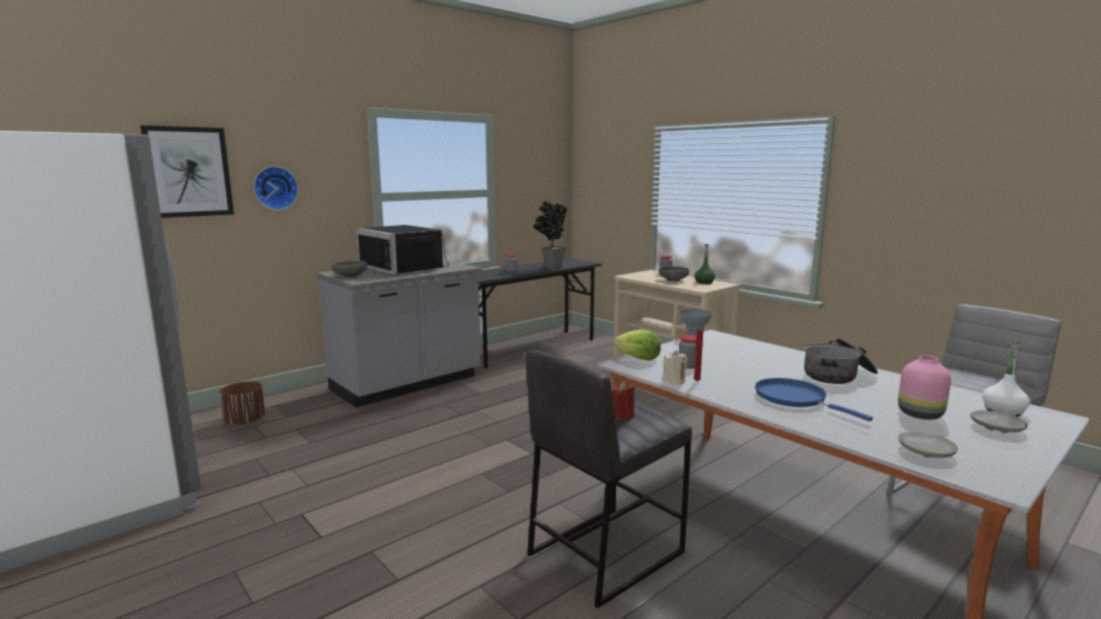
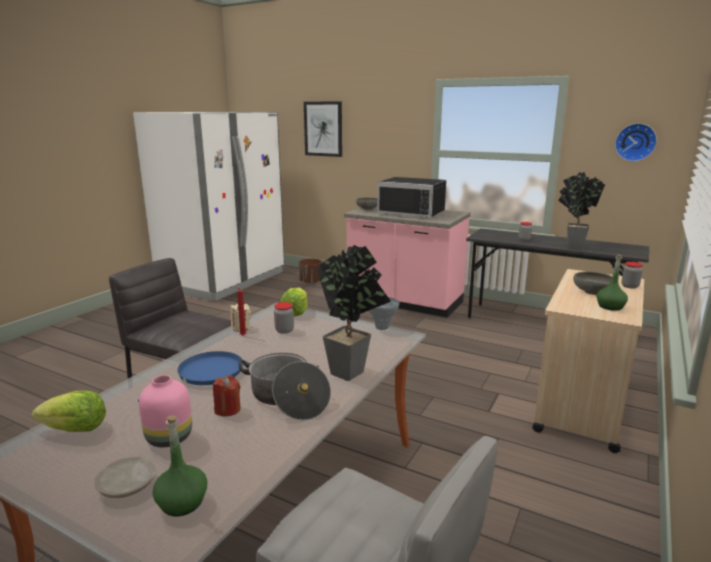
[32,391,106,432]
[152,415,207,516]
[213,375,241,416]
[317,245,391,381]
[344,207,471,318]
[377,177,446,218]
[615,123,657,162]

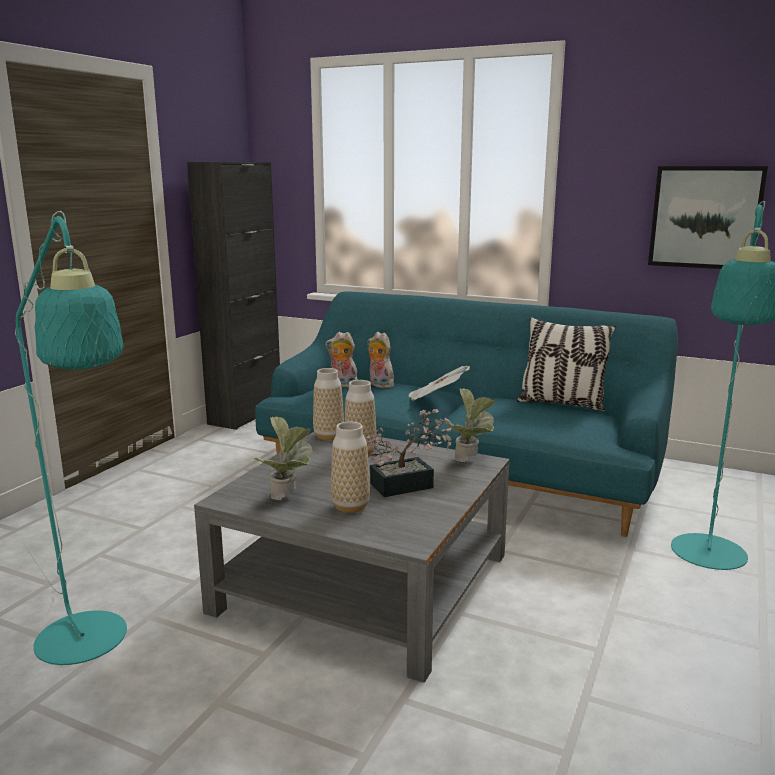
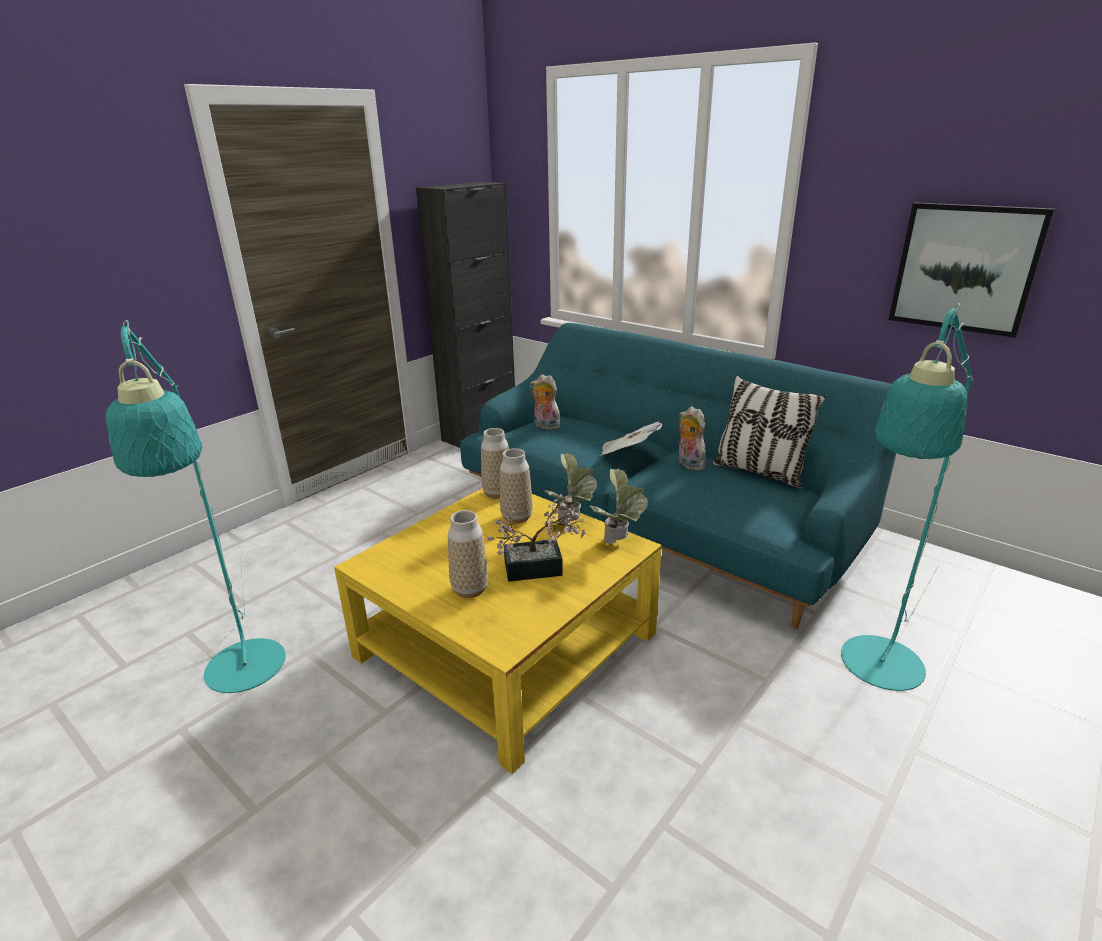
[334,488,662,774]
[544,453,597,526]
[678,406,706,471]

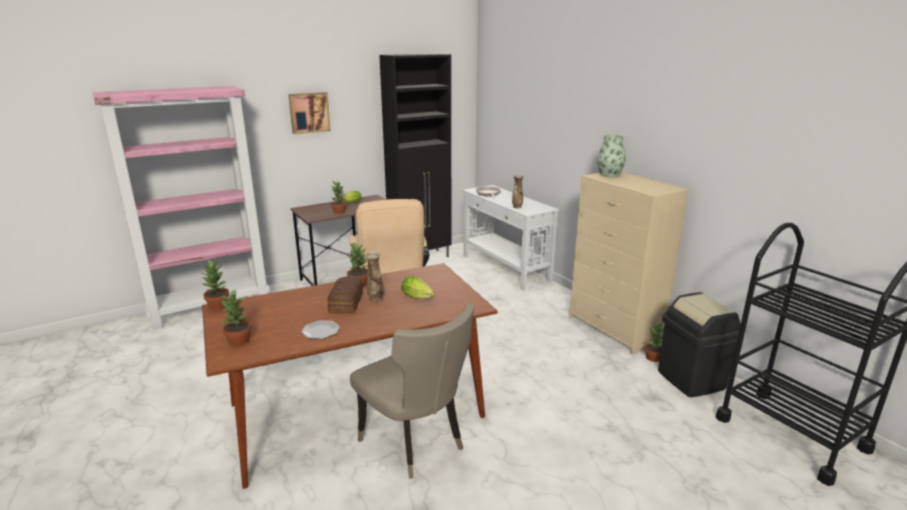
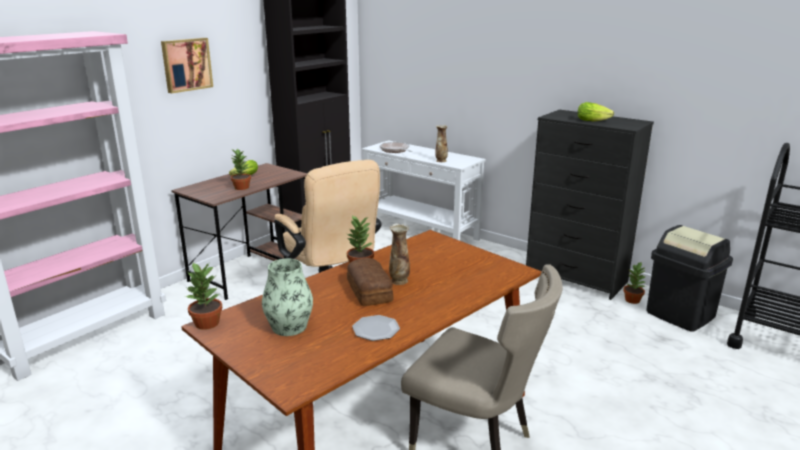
[262,258,313,336]
[526,110,654,300]
[578,102,614,121]
[221,290,252,346] (first image)

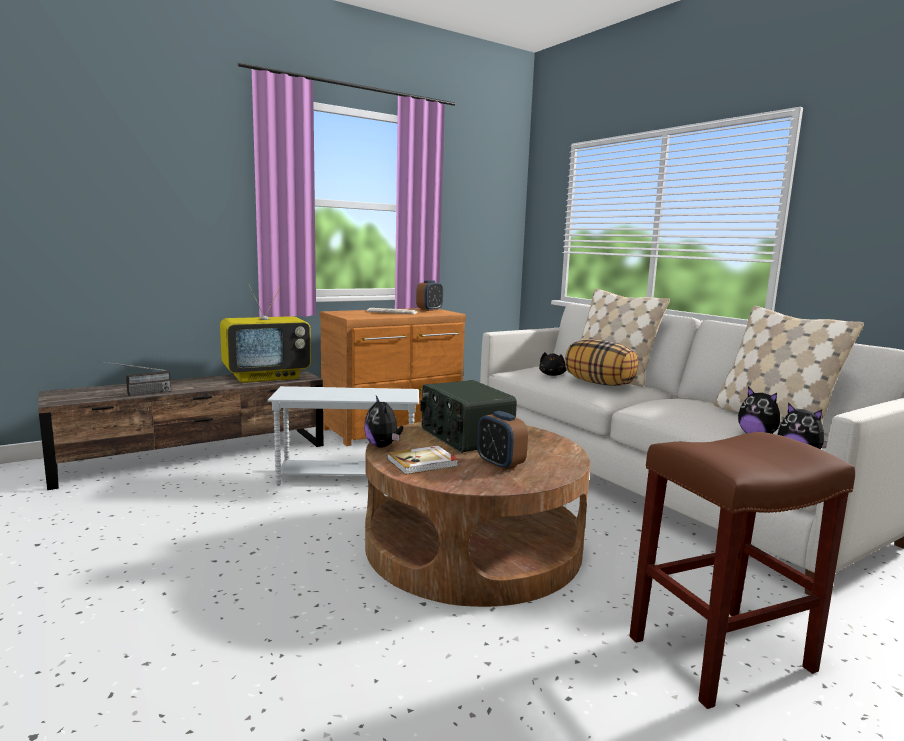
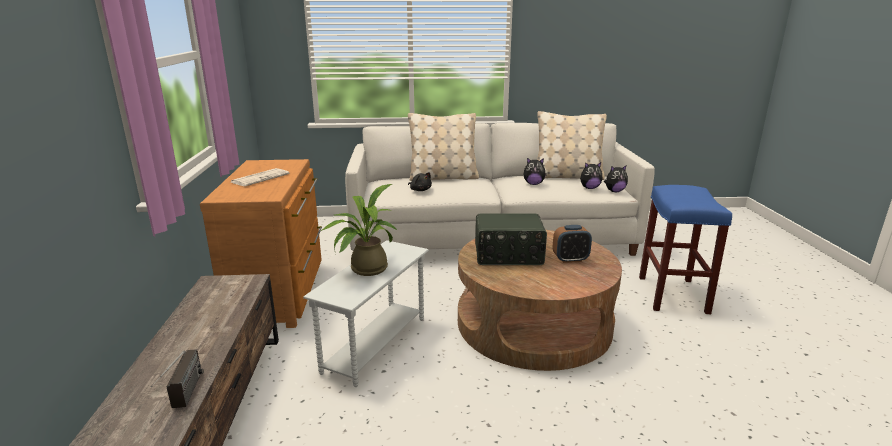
[320,184,398,276]
[523,158,547,185]
[639,185,732,314]
[220,284,311,383] (first image)
[387,446,458,475] (first image)
[416,280,443,311] (first image)
[565,339,638,386] (first image)

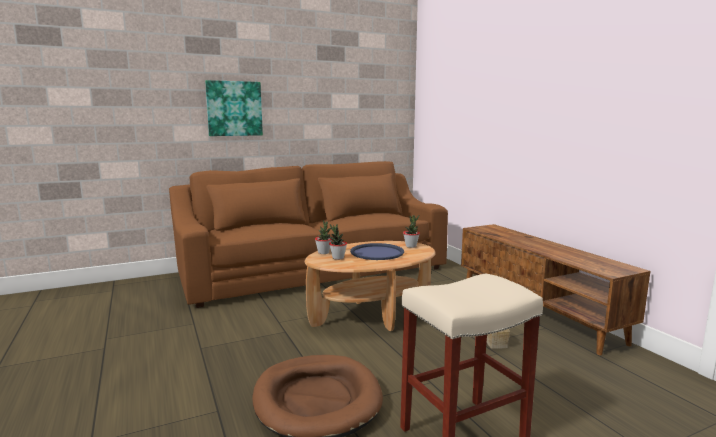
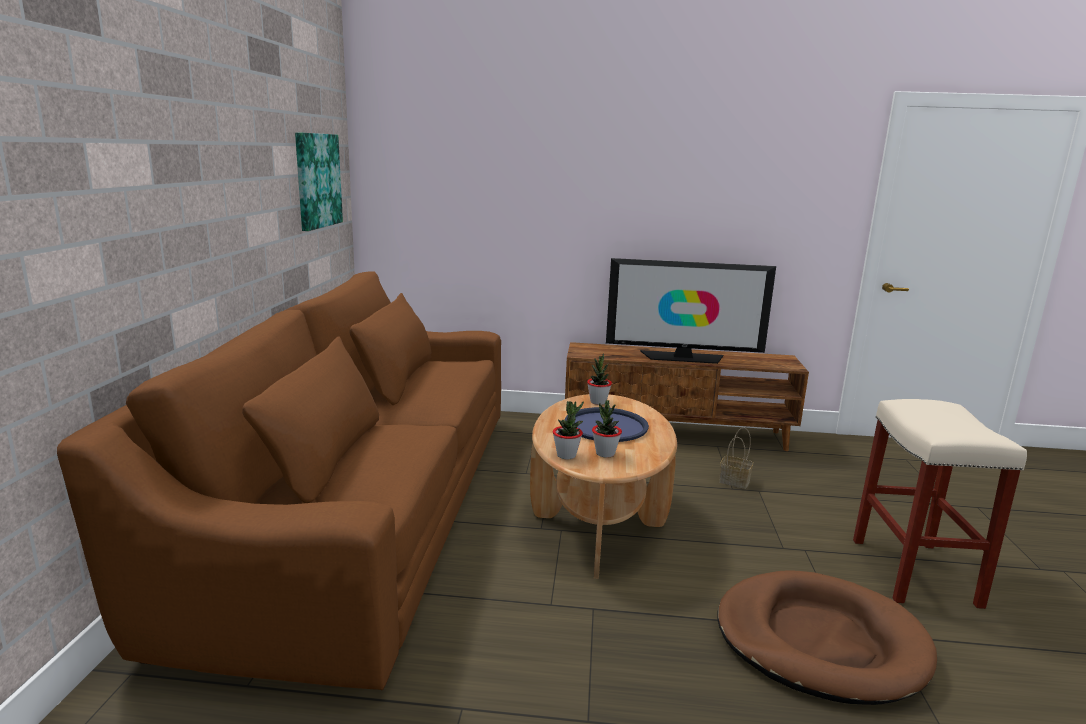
[295,132,343,231]
[606,258,776,364]

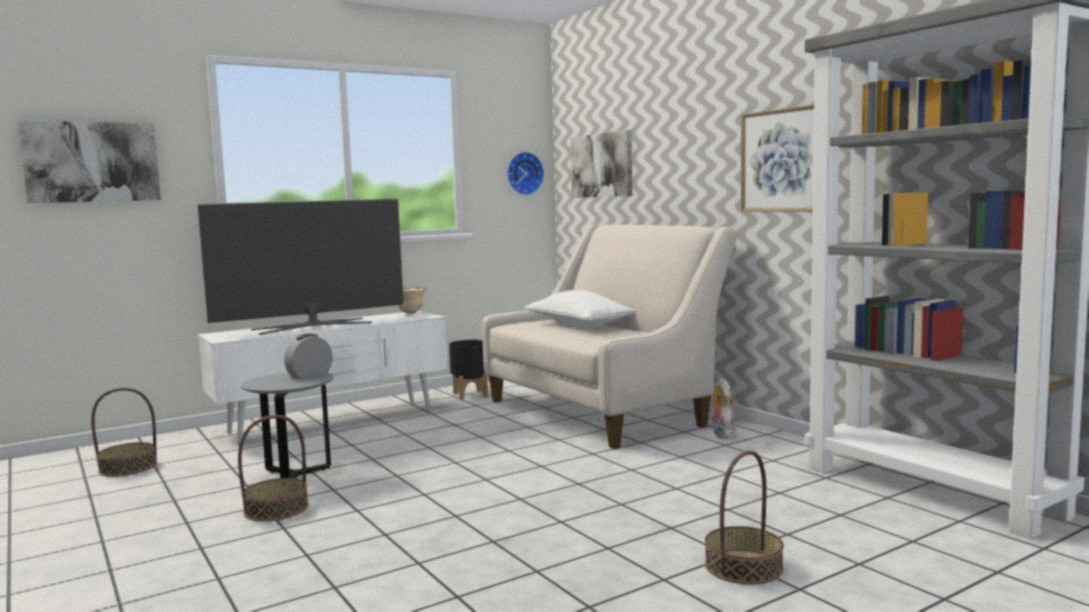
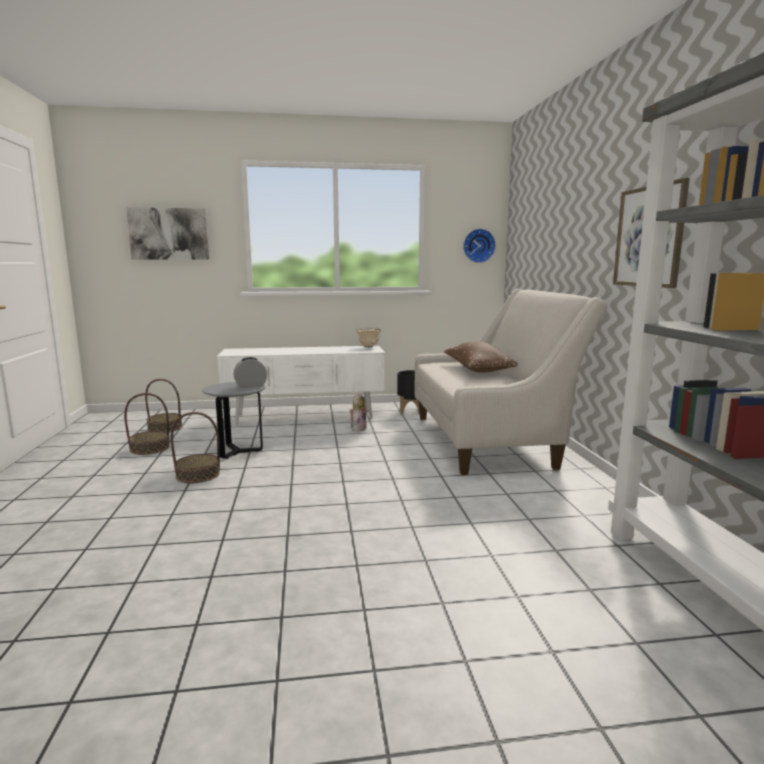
[124,393,169,455]
[350,392,367,432]
[444,341,518,373]
[198,199,404,335] (first image)
[571,130,632,198] (first image)

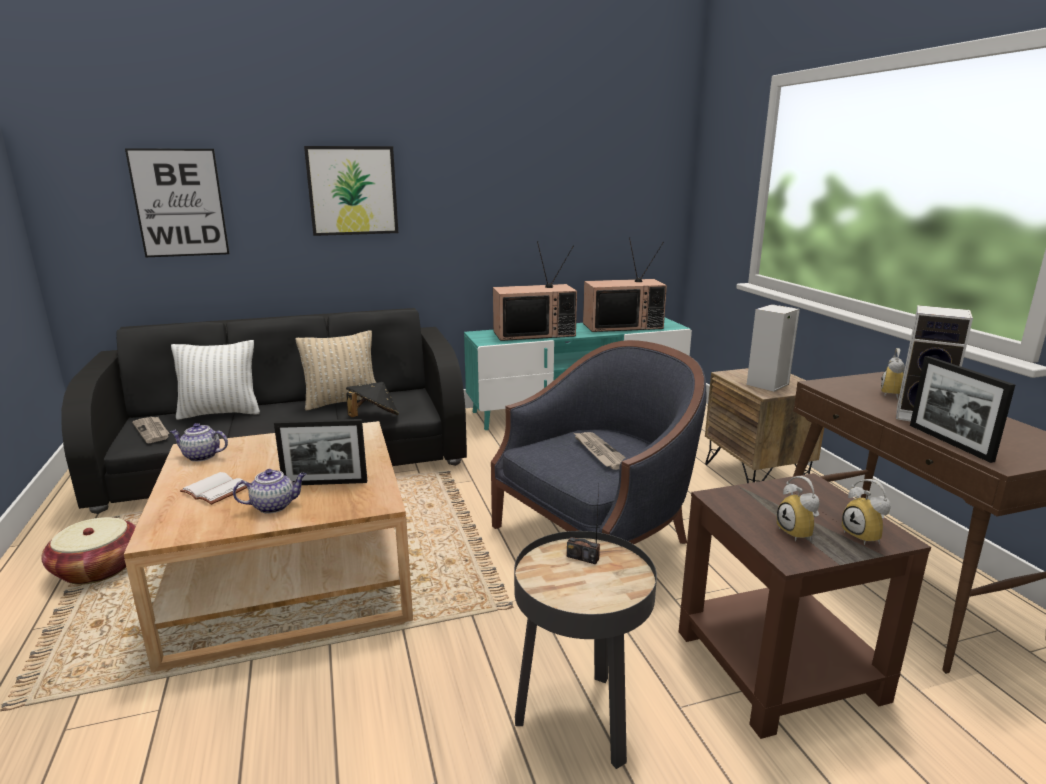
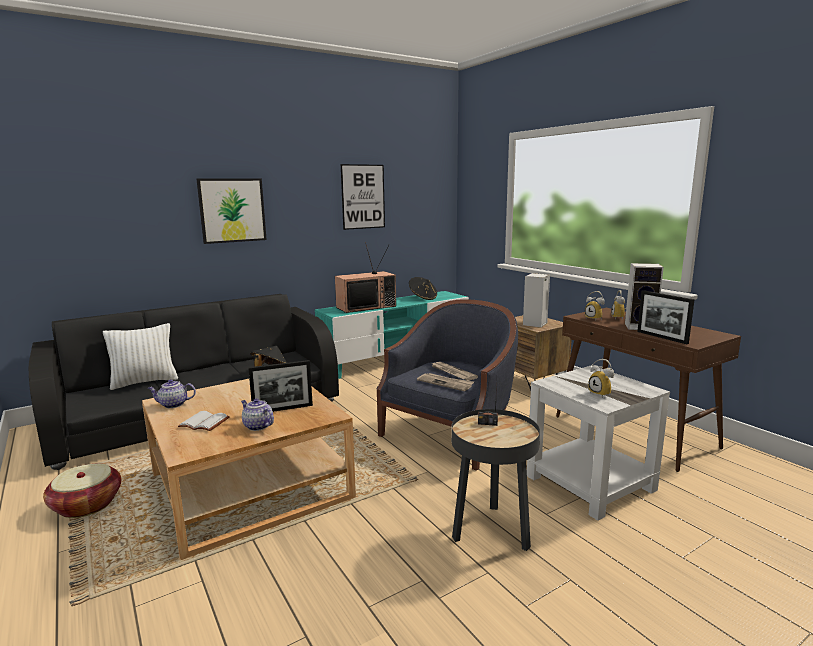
[241,399,274,431]
[341,164,385,230]
[409,277,437,300]
[417,373,474,391]
[527,365,670,521]
[585,291,605,320]
[296,330,376,411] (first image)

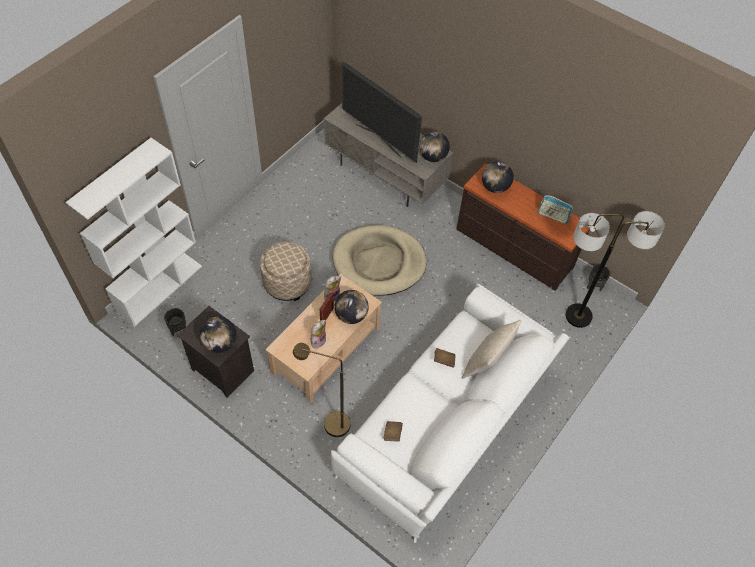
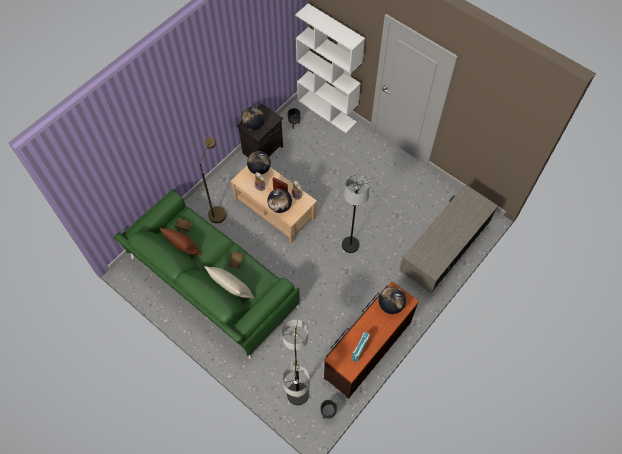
[114,189,300,359]
[160,228,202,256]
[247,151,271,174]
[342,174,369,253]
[260,242,312,301] (first image)
[342,61,422,163] (first image)

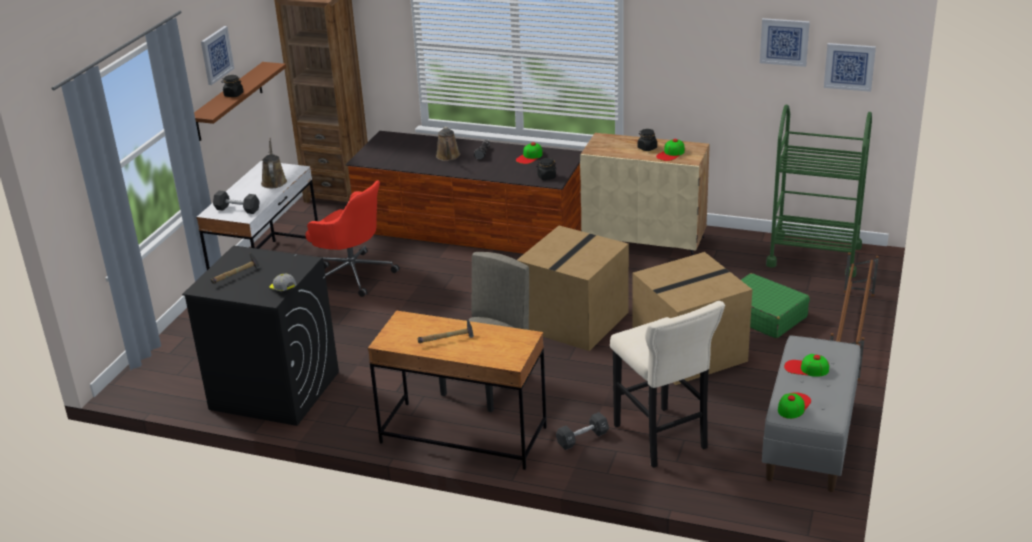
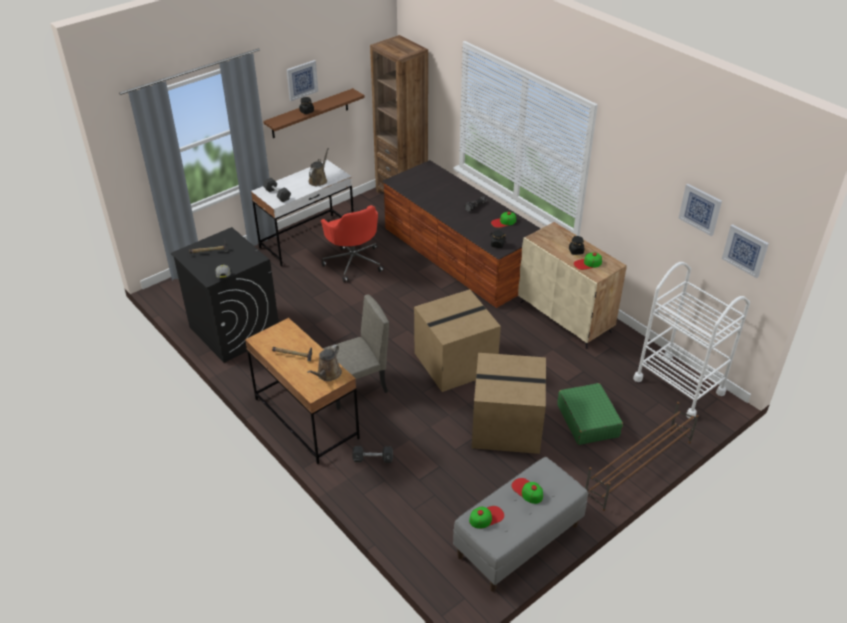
[307,344,342,381]
[633,262,750,419]
[610,301,725,468] (first image)

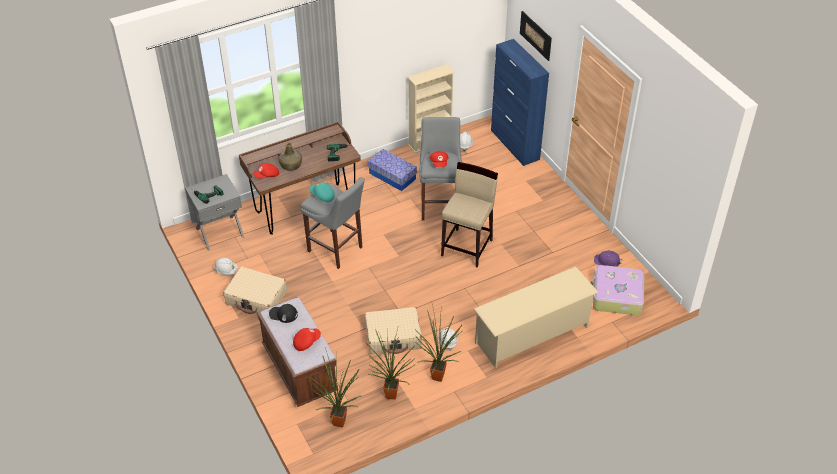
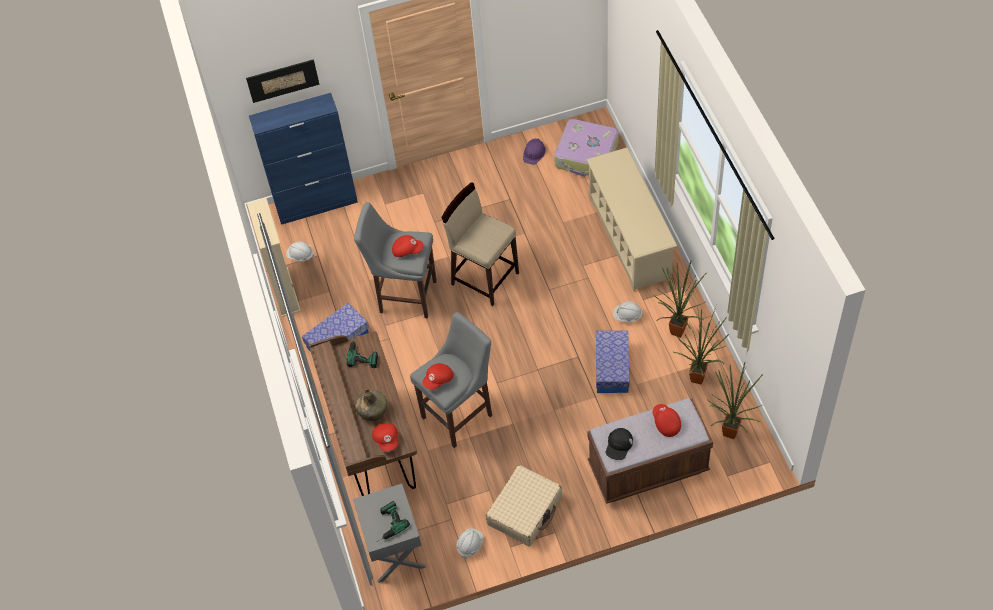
[422,363,454,390]
[596,331,629,393]

